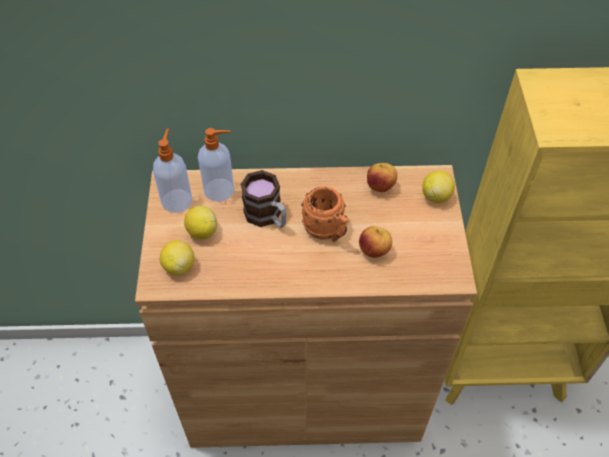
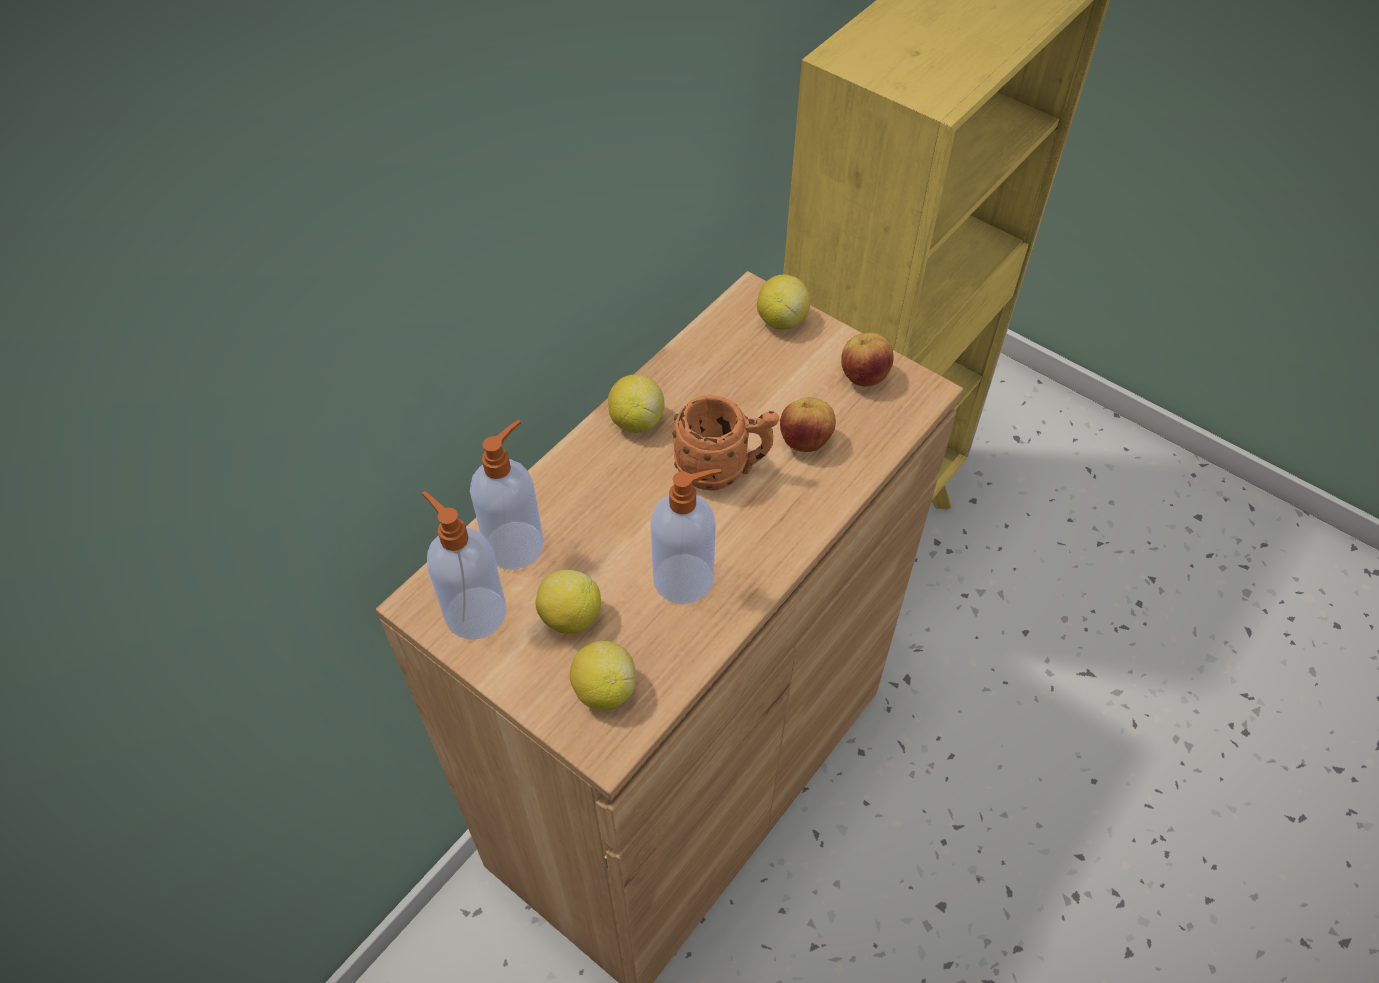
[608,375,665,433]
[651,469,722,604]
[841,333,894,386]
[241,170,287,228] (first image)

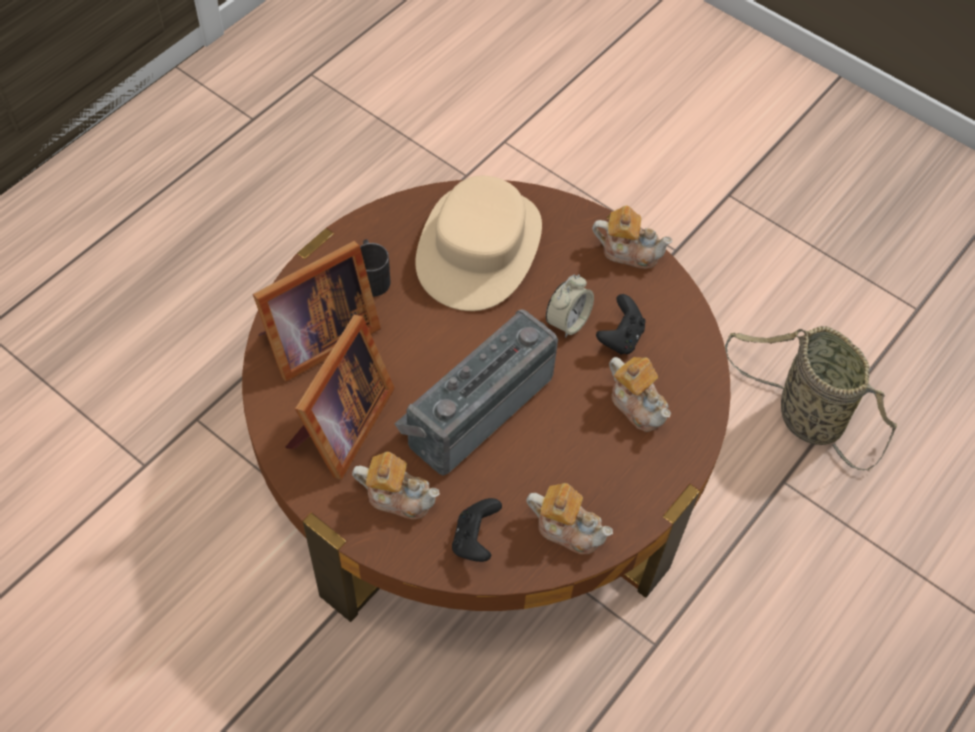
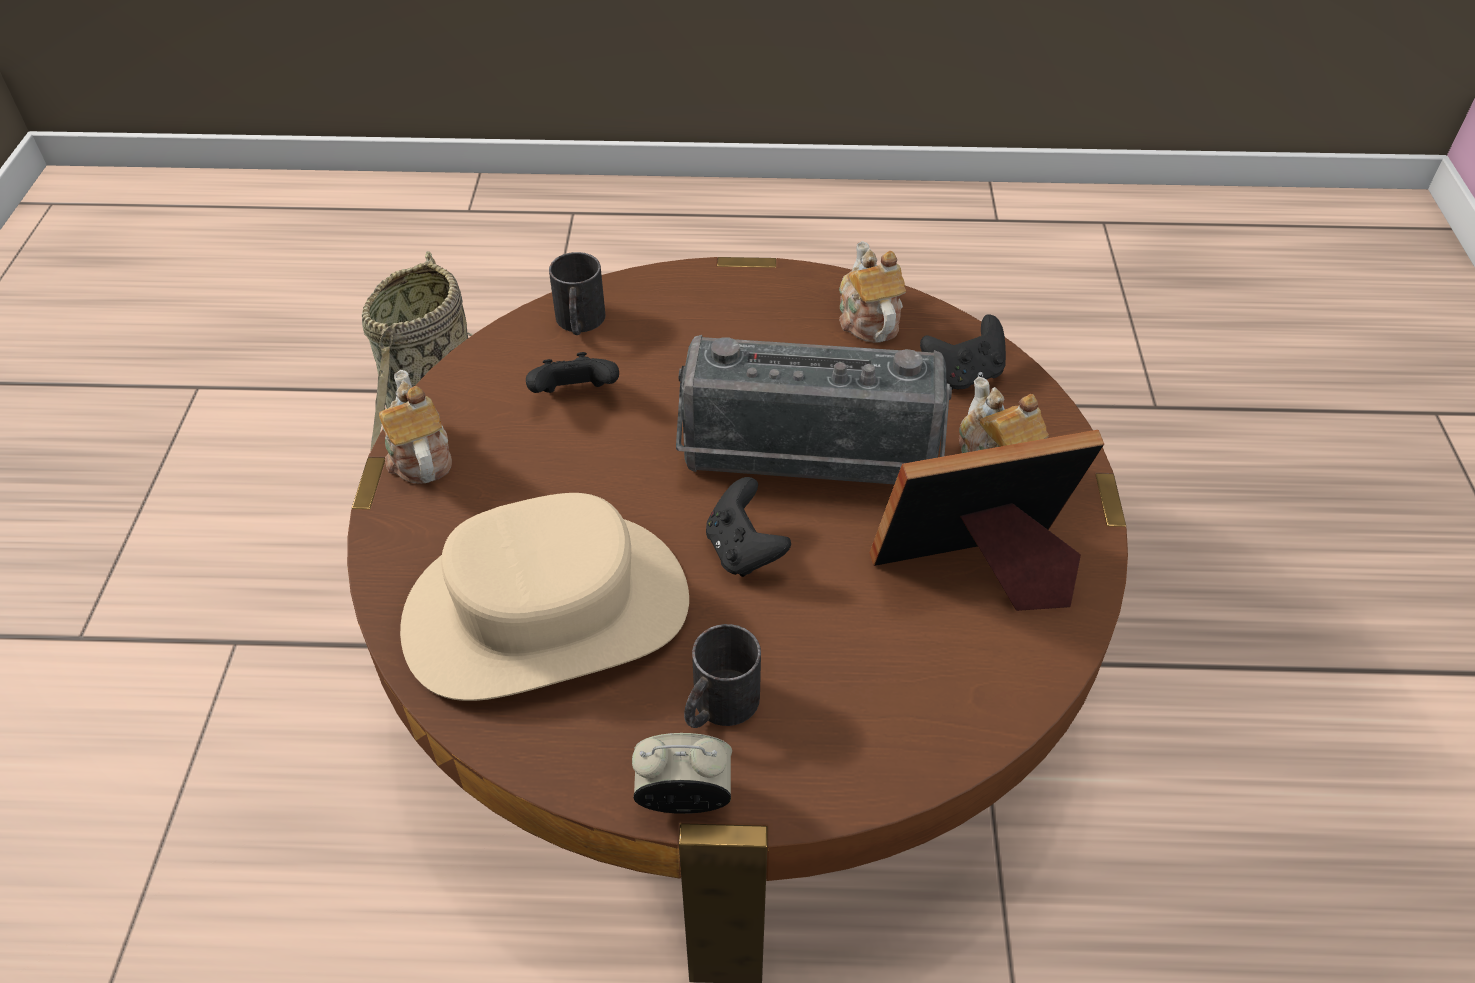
[549,252,606,335]
[632,733,732,814]
[706,477,791,577]
[253,241,381,382] (first image)
[609,357,671,432] (first image)

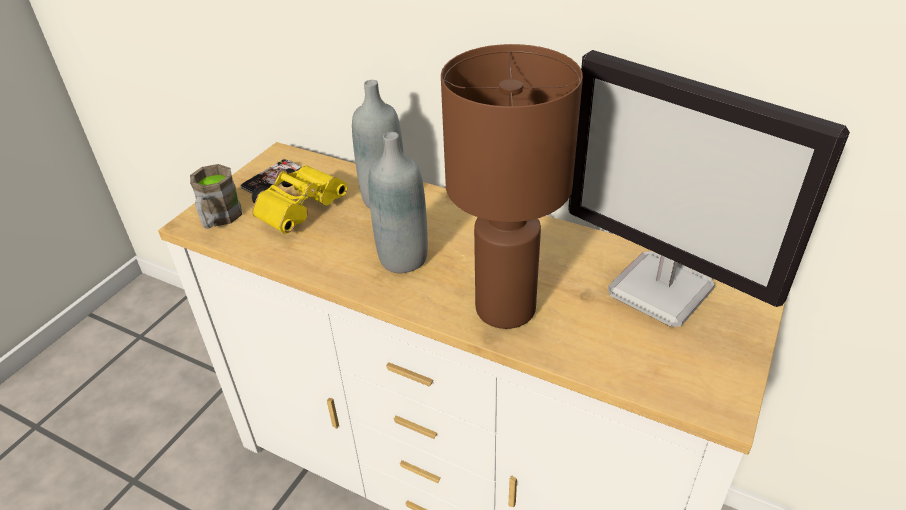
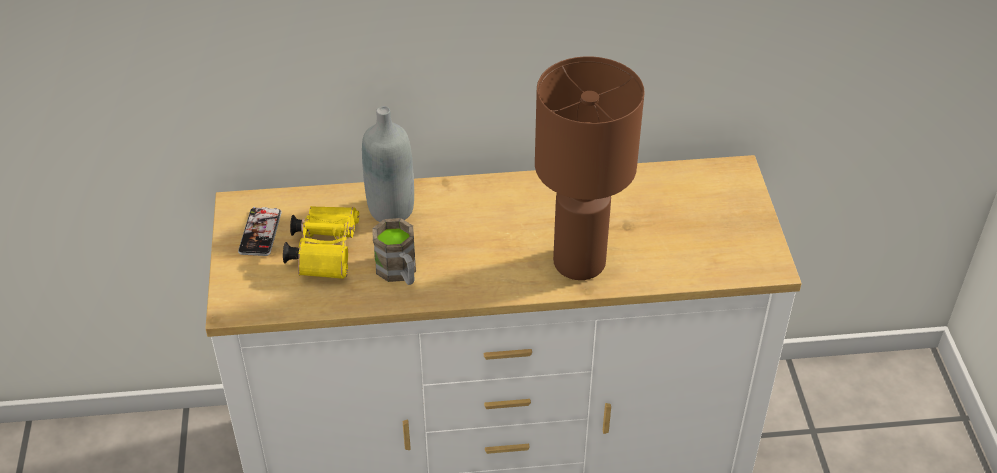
[372,218,416,285]
[368,132,428,273] (first image)
[568,50,850,327] (first image)

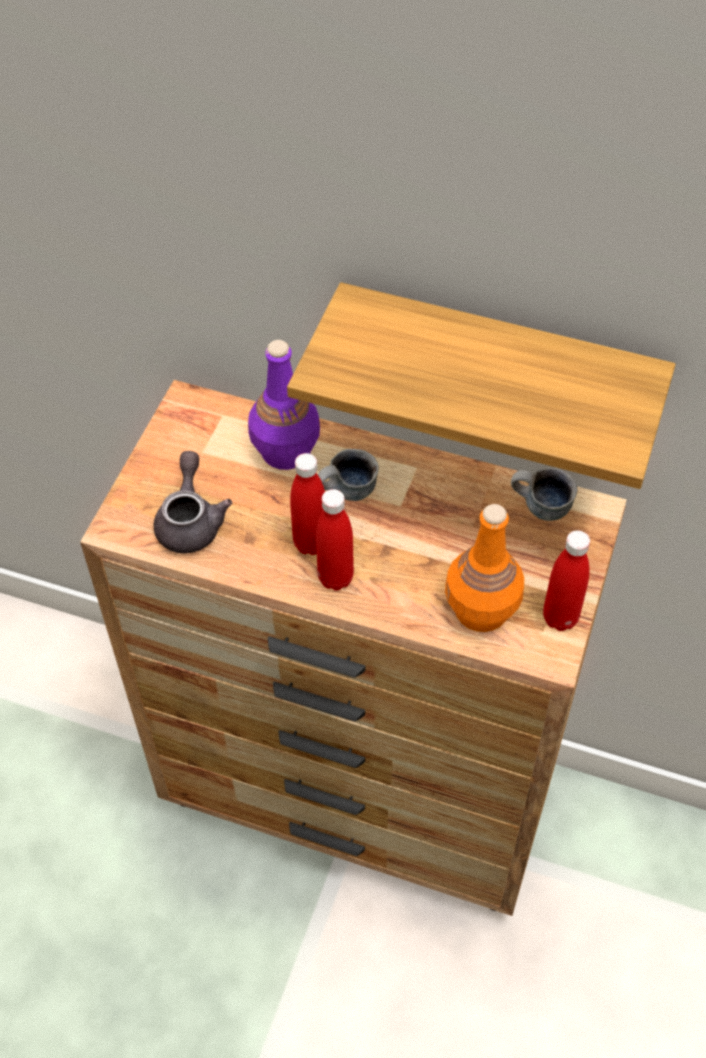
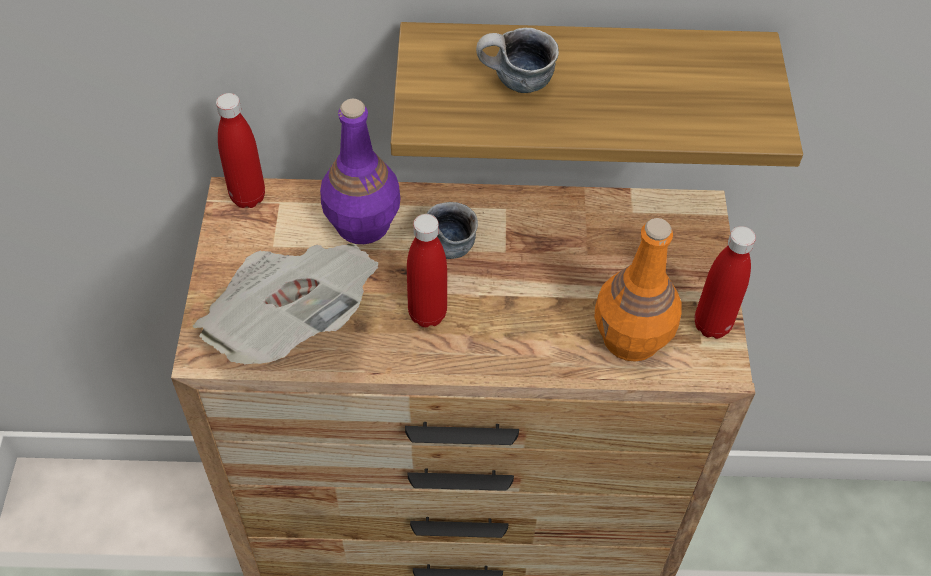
[193,244,378,364]
[216,93,265,208]
[476,28,559,93]

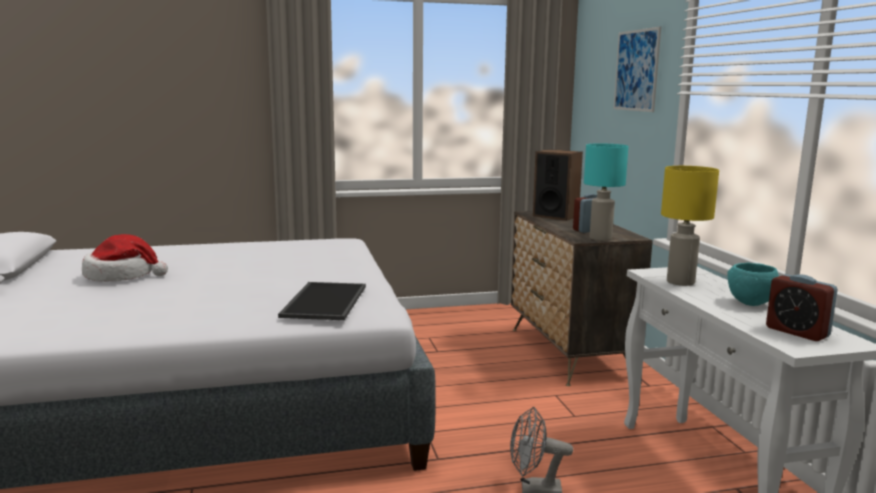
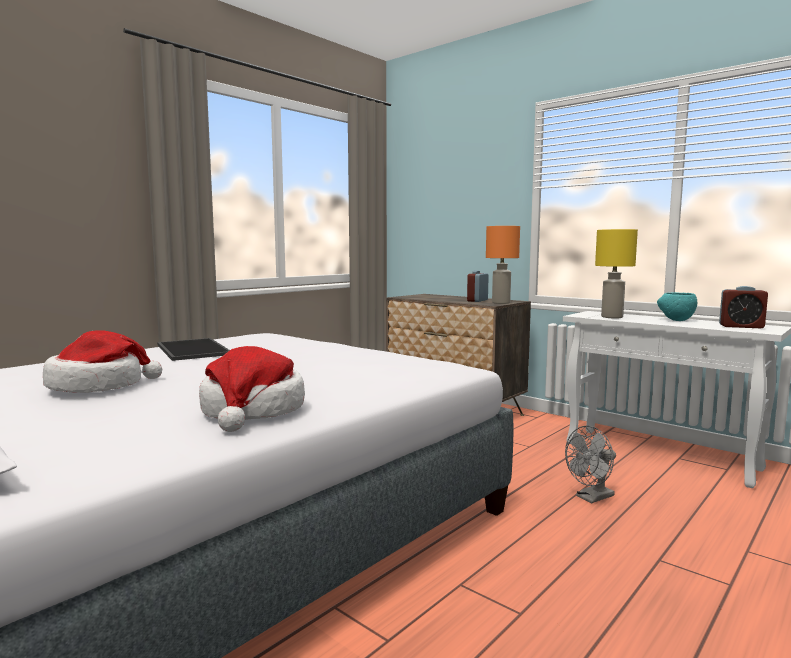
[157,338,230,361]
[199,346,305,432]
[486,226,520,304]
[533,149,583,221] (first image)
[613,27,661,112] (first image)

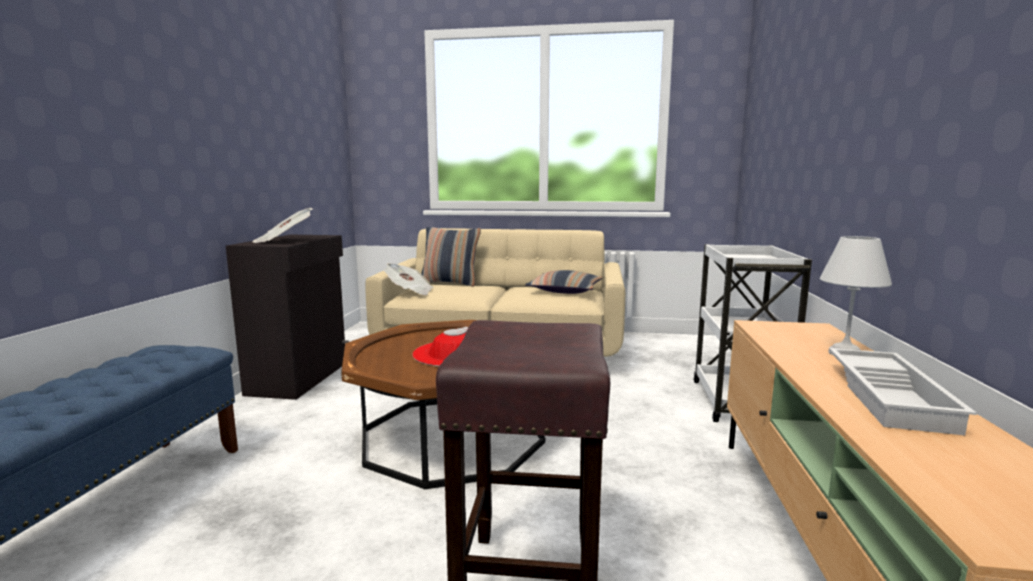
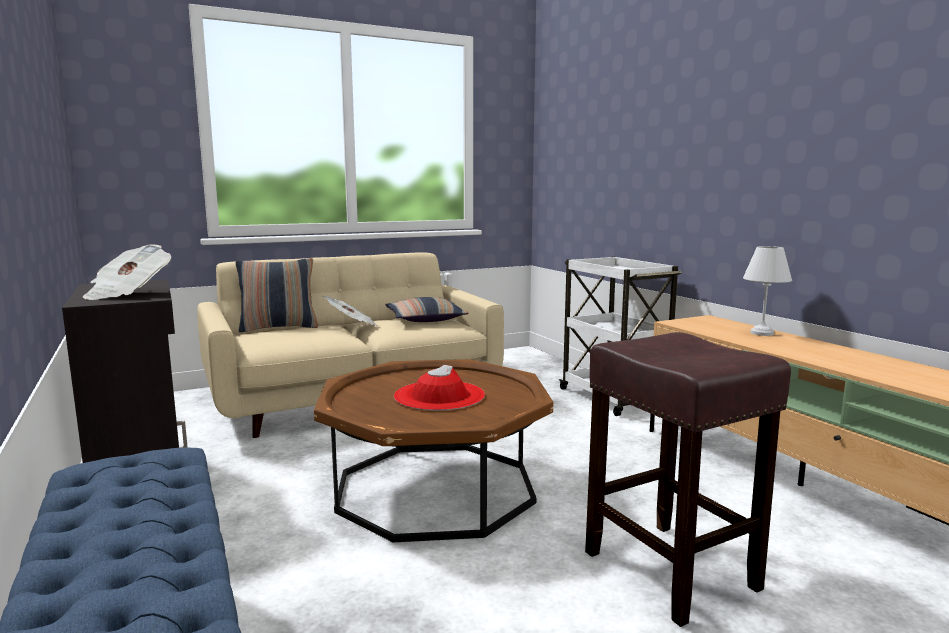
[323,296,378,326]
[829,348,977,435] (first image)

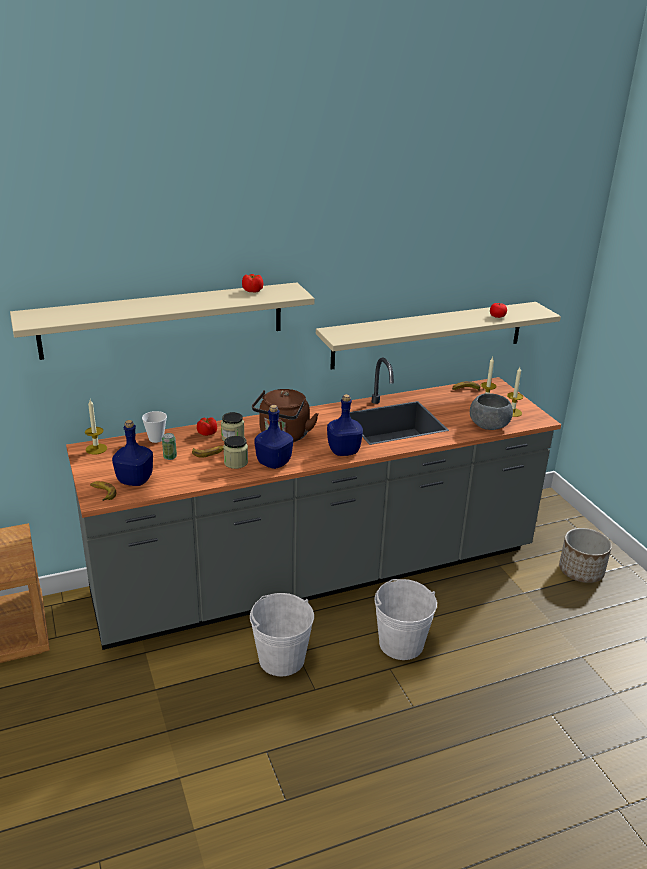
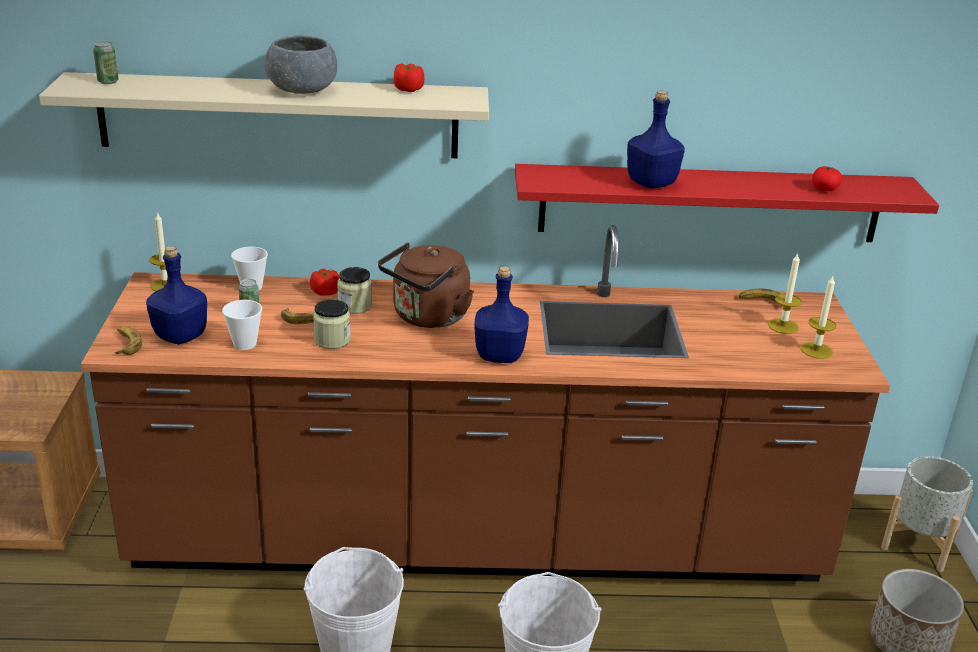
[81,225,890,582]
[93,41,119,84]
[222,300,262,350]
[265,35,337,94]
[515,164,939,242]
[627,91,685,188]
[881,456,973,572]

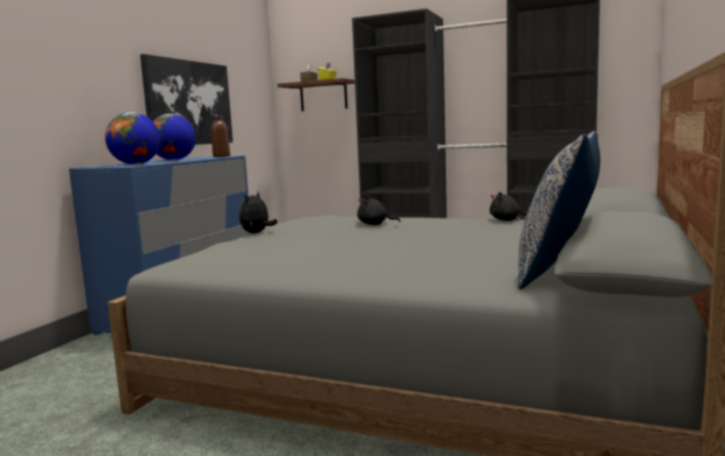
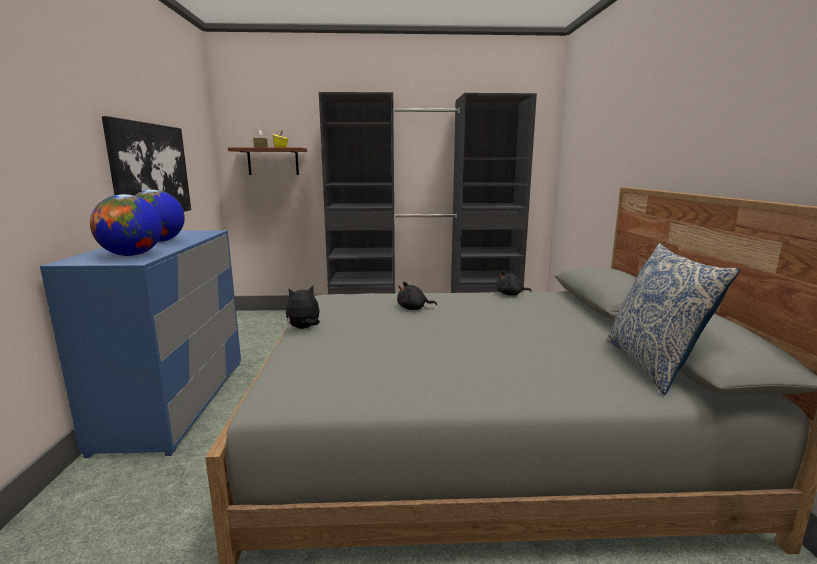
[286,285,320,329]
[211,116,230,157] (first image)

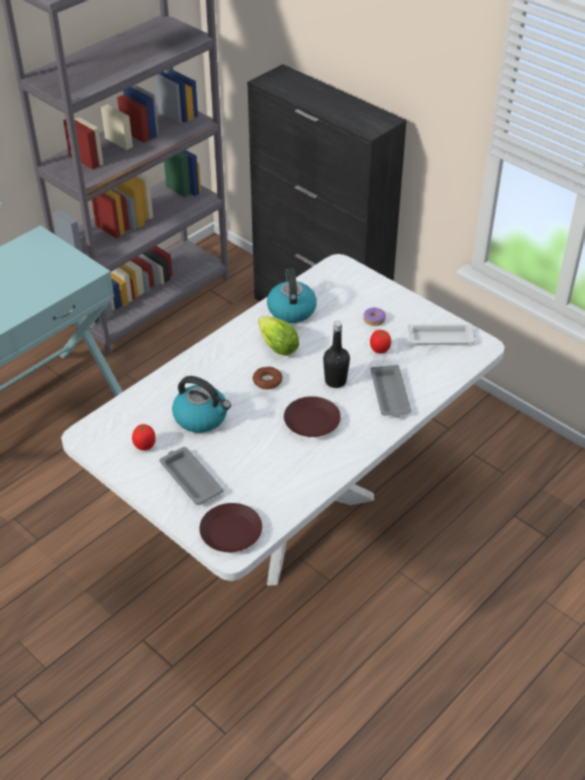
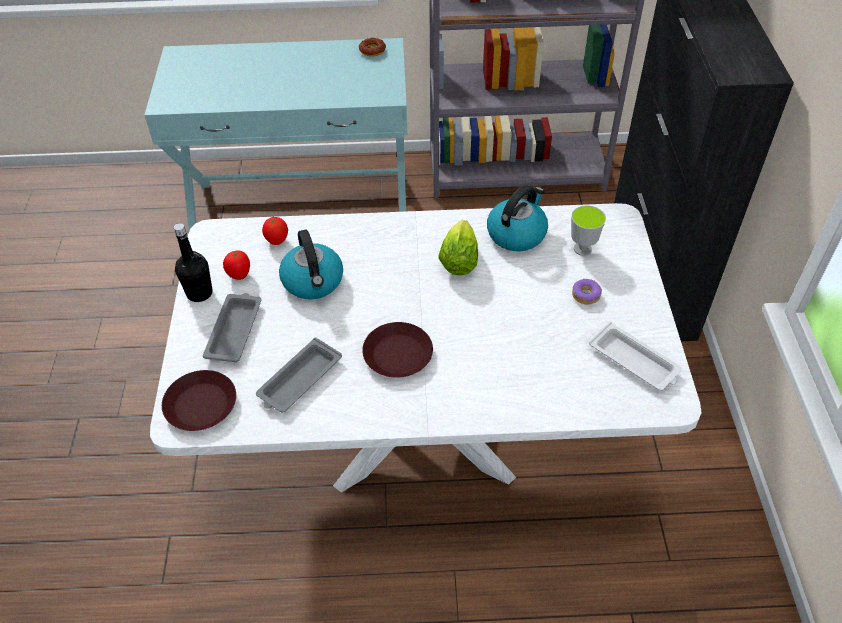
[174,223,213,302]
[256,337,342,413]
[262,217,288,245]
[359,38,386,56]
[571,205,606,256]

